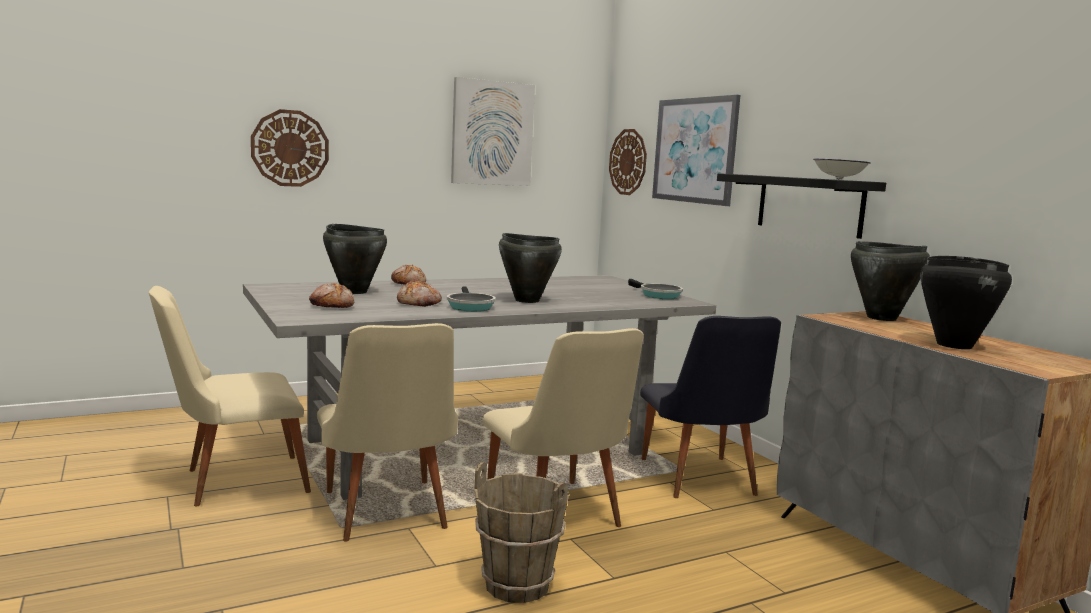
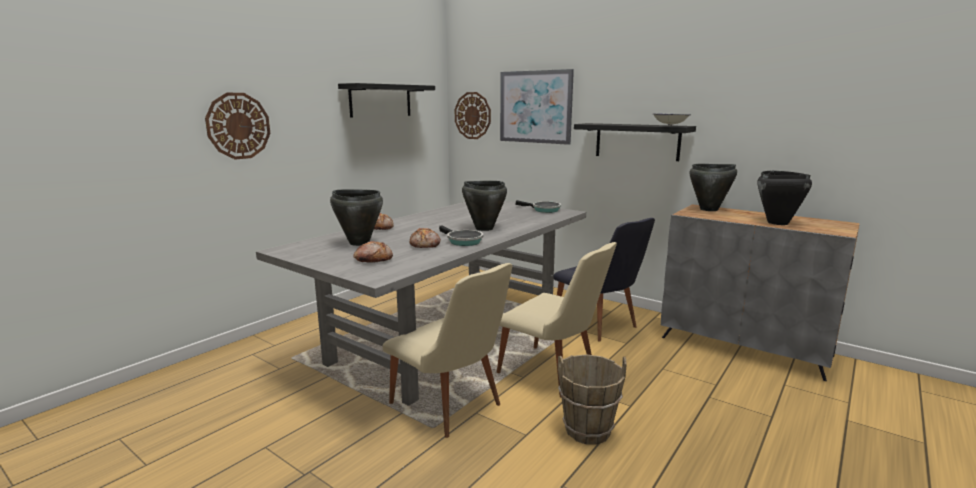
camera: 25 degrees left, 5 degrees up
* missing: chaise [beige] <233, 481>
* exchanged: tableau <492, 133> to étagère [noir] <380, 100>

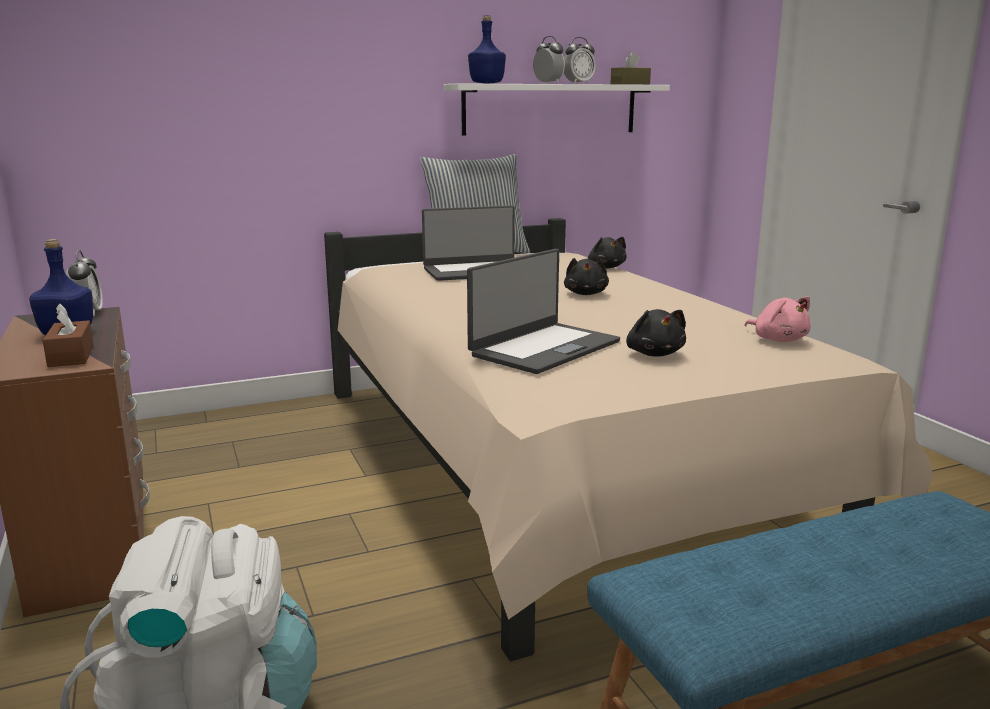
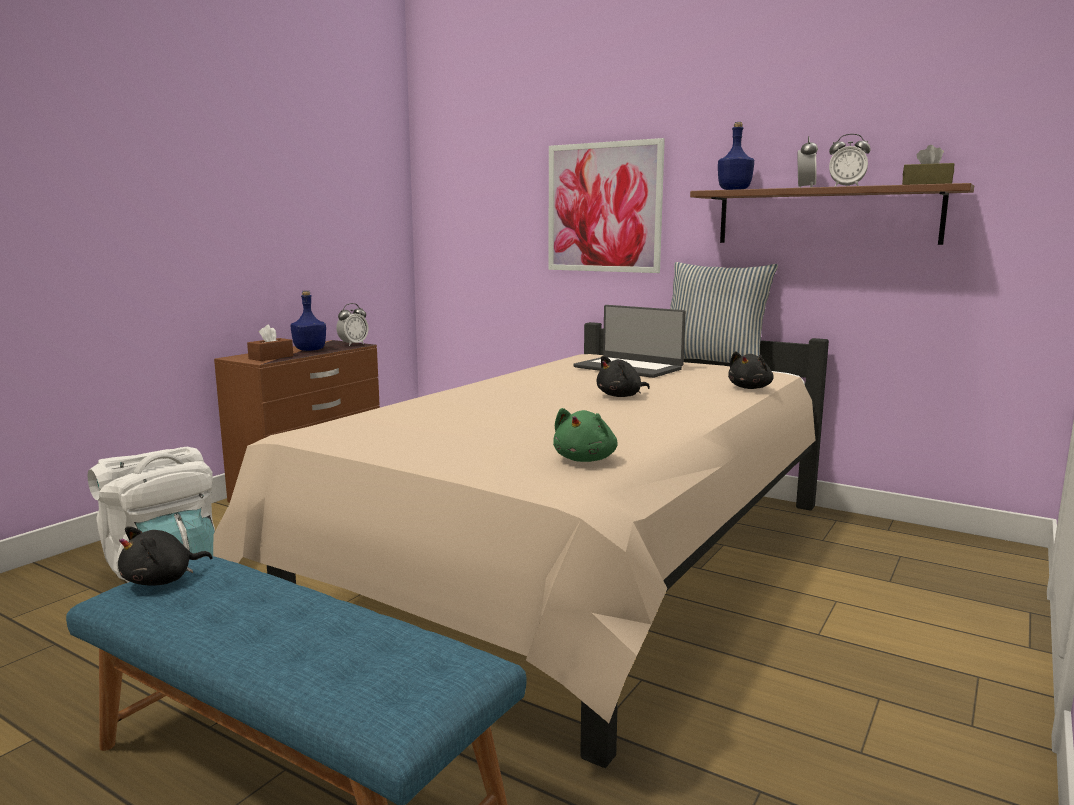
camera: 55 degrees right, 5 degrees down
* colour: étagère [blanc] <550, 109> to étagère [marron] <826, 216>
* missing: ordinateur portable <544, 348>
* relocated: peluche [noir] <654, 354> to <162, 580>
* colour: peluche [rose] <778, 340> to peluche [vert] <586, 459>
* appeared: tableau <604, 207>

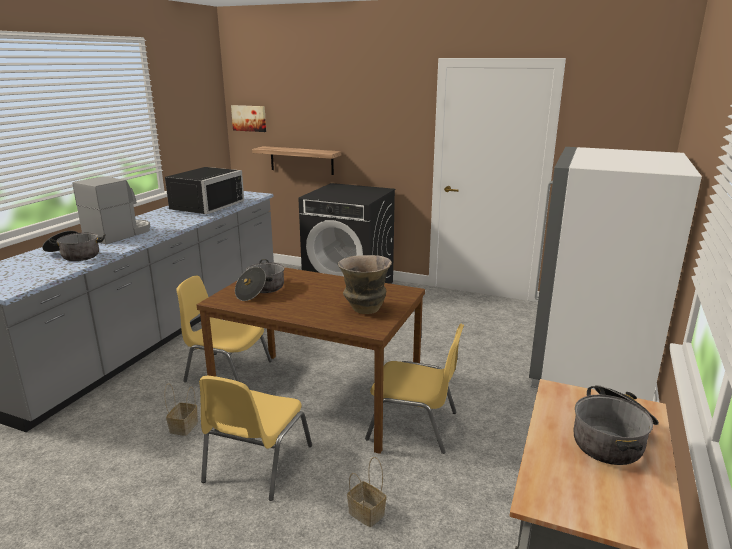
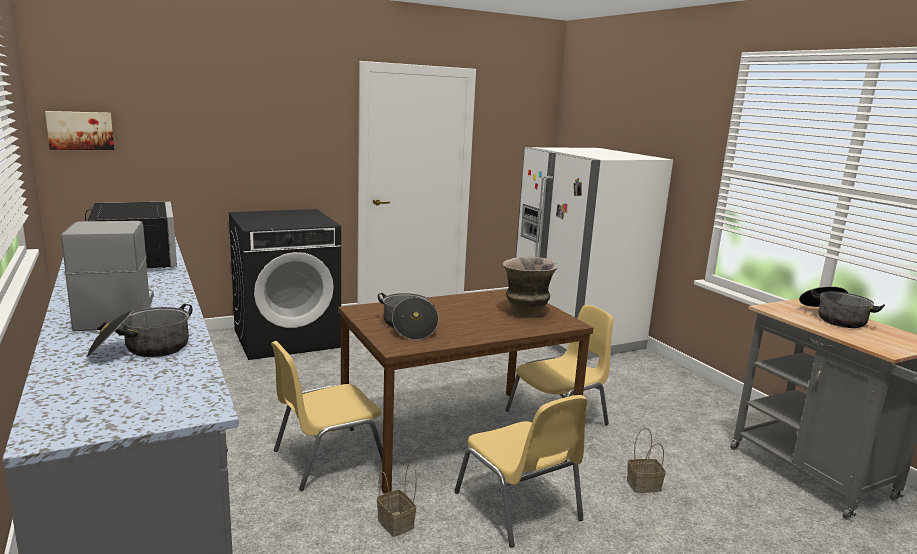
camera: 50 degrees left, 5 degrees down
* missing: étagère <301, 160>

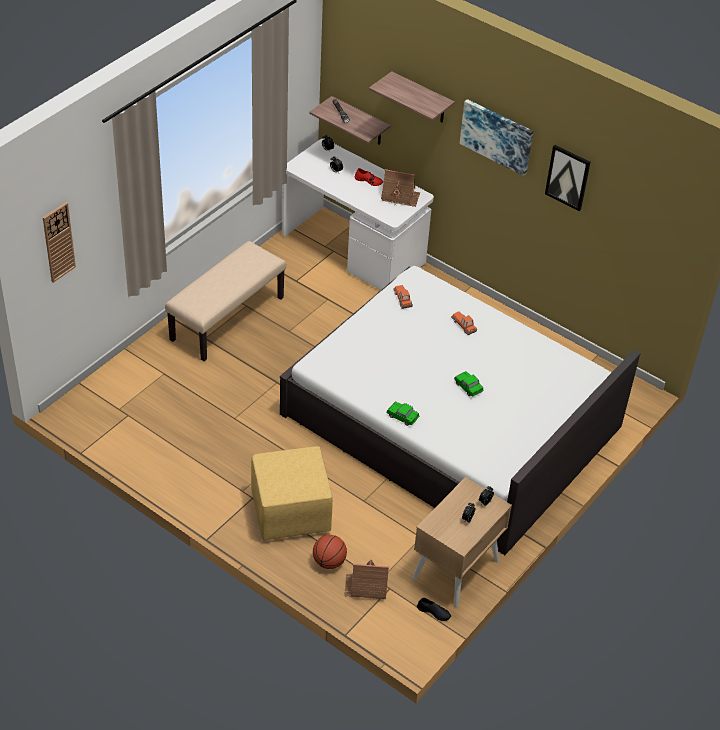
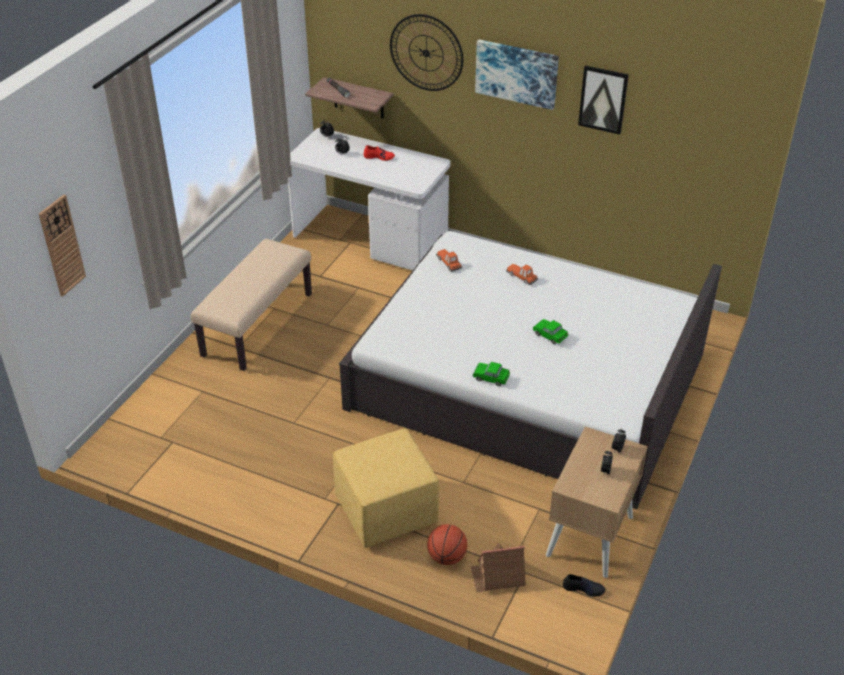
camera: 10 degrees left, 5 degrees down
* exchanged: étagère <421, 98> to horloge murale <426, 53>
* missing: maison miniature <400, 196>

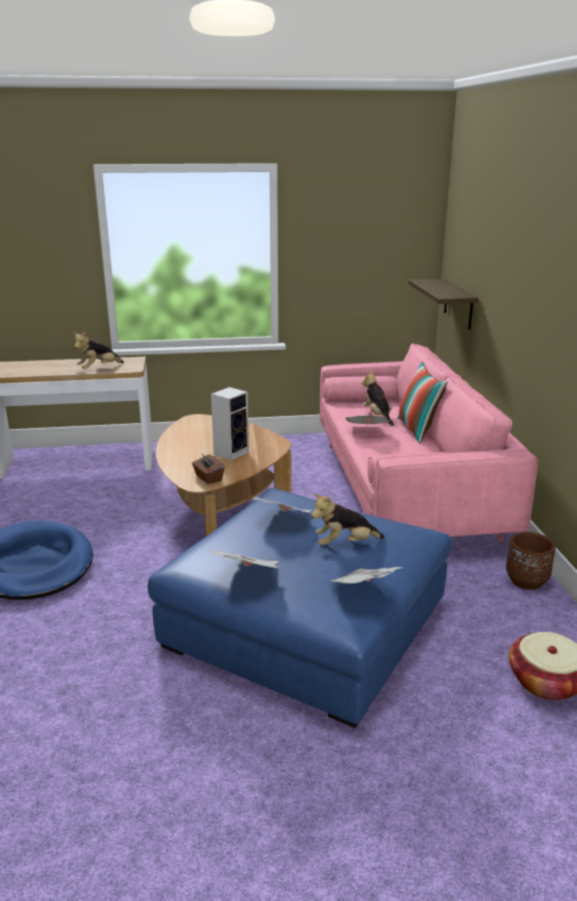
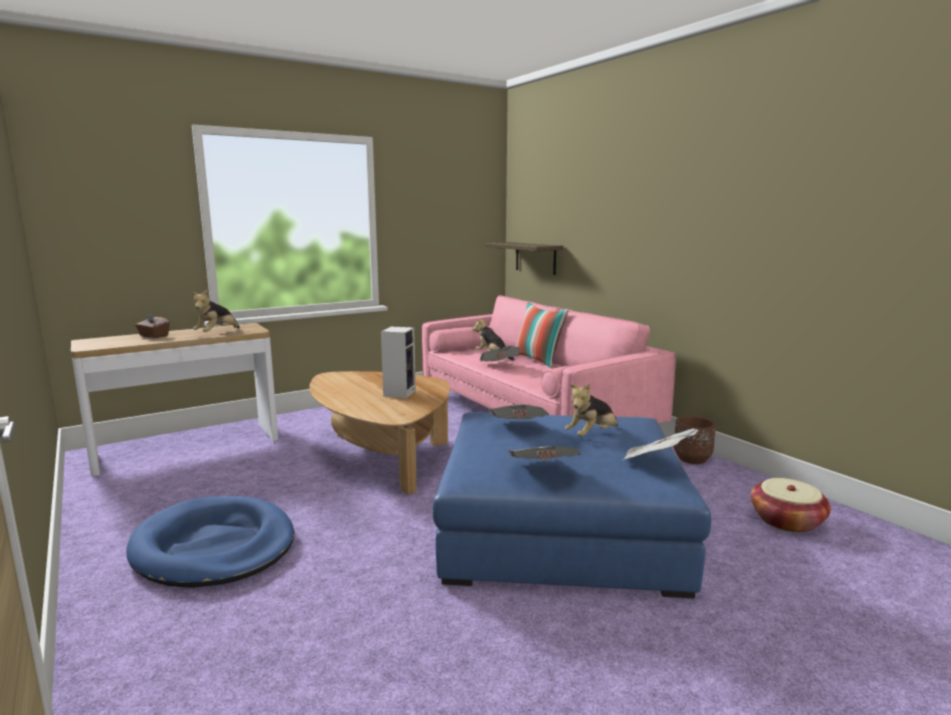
camera: 25 degrees left, 10 degrees down
* relocated: boîte à mouchoirs [marron] <208, 478> to <153, 336>

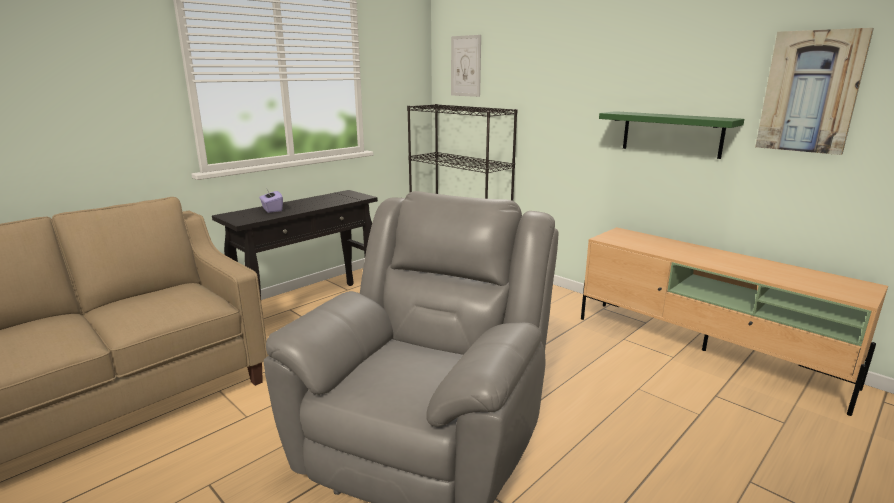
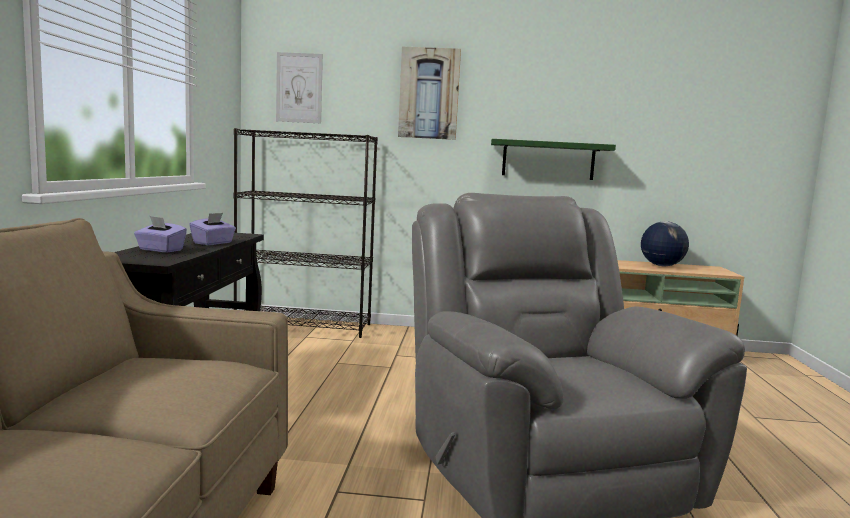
camera: 40 degrees left, 10 degrees down
* relocated: tableau <810, 92> to <429, 93>
* appeared: boîte à mouchoirs [violet] <213, 243>
* appeared: globe <661, 266>

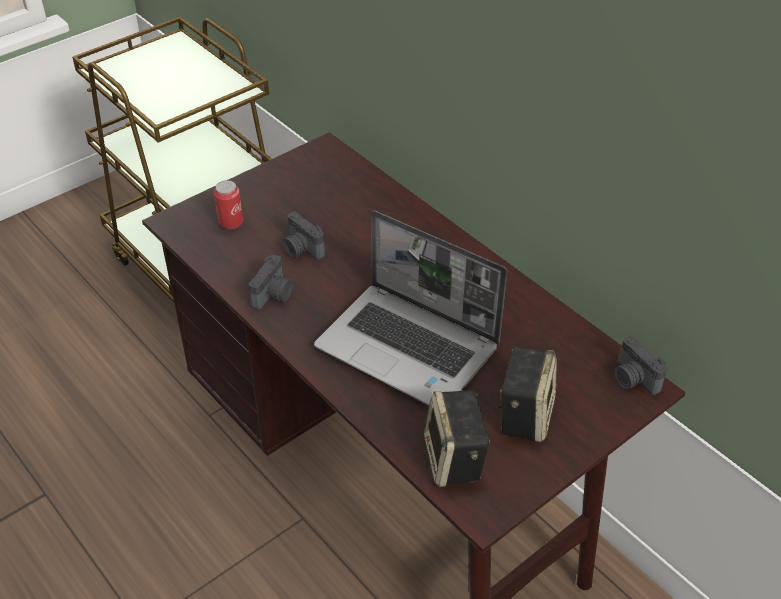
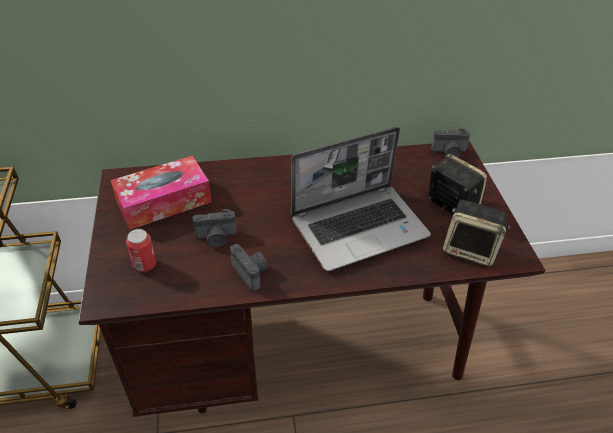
camera: 60 degrees left, 0 degrees up
* appeared: boîte à mouchoirs <164, 202>

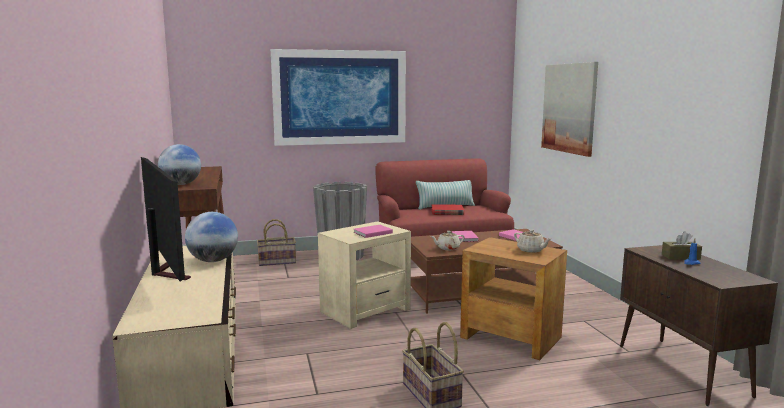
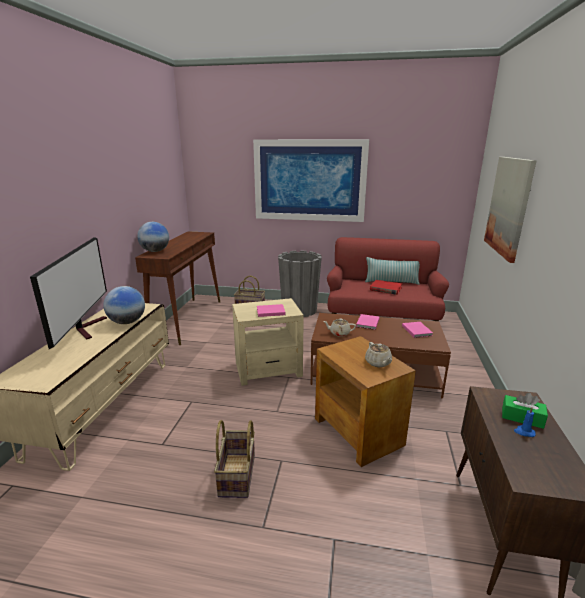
camera: 25 degrees right, 10 degrees up
* colour: boîte à mouchoirs [marron] <680, 257> to boîte à mouchoirs [vert] <522, 417>

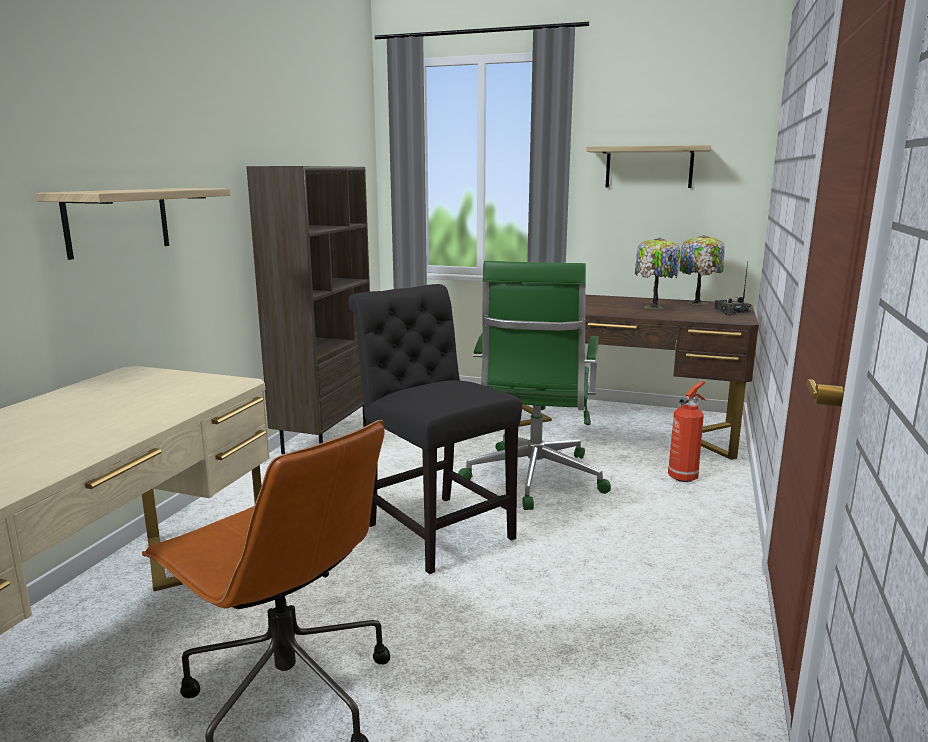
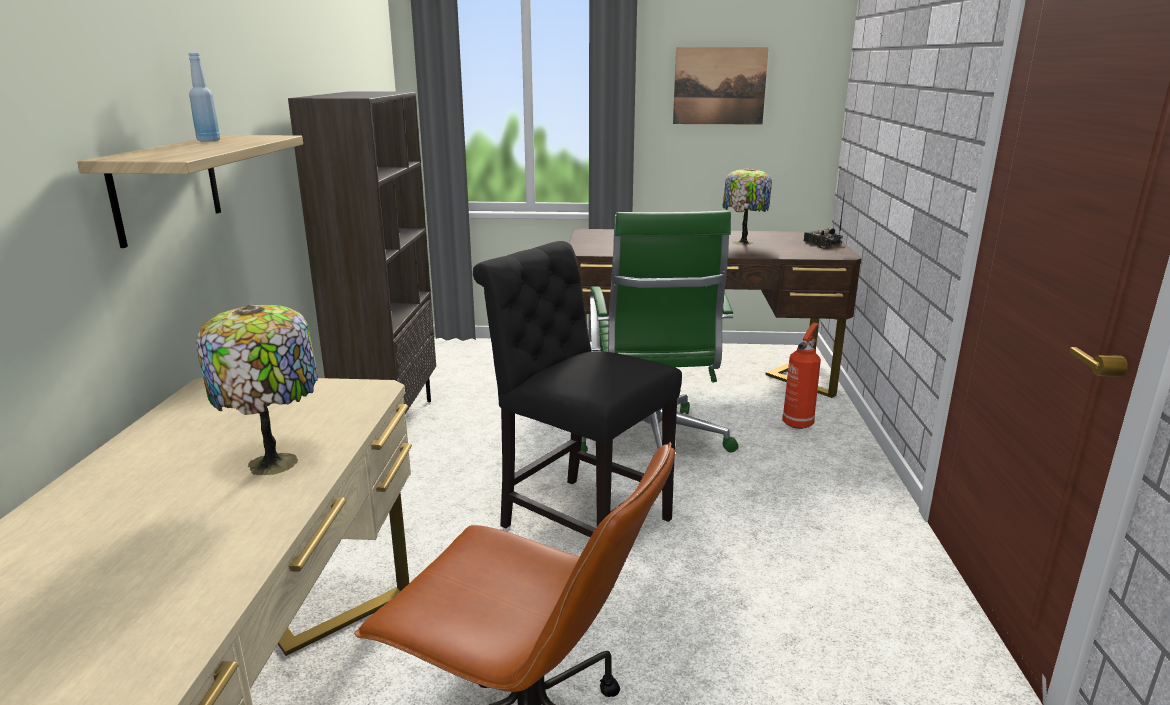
camera: 15 degrees left, 5 degrees up
* exchanged: étagère <649, 167> to tableau <719, 86>
* relocated: lampe de table <698, 302> to <276, 461>
* appeared: bouteille [bleu] <209, 140>

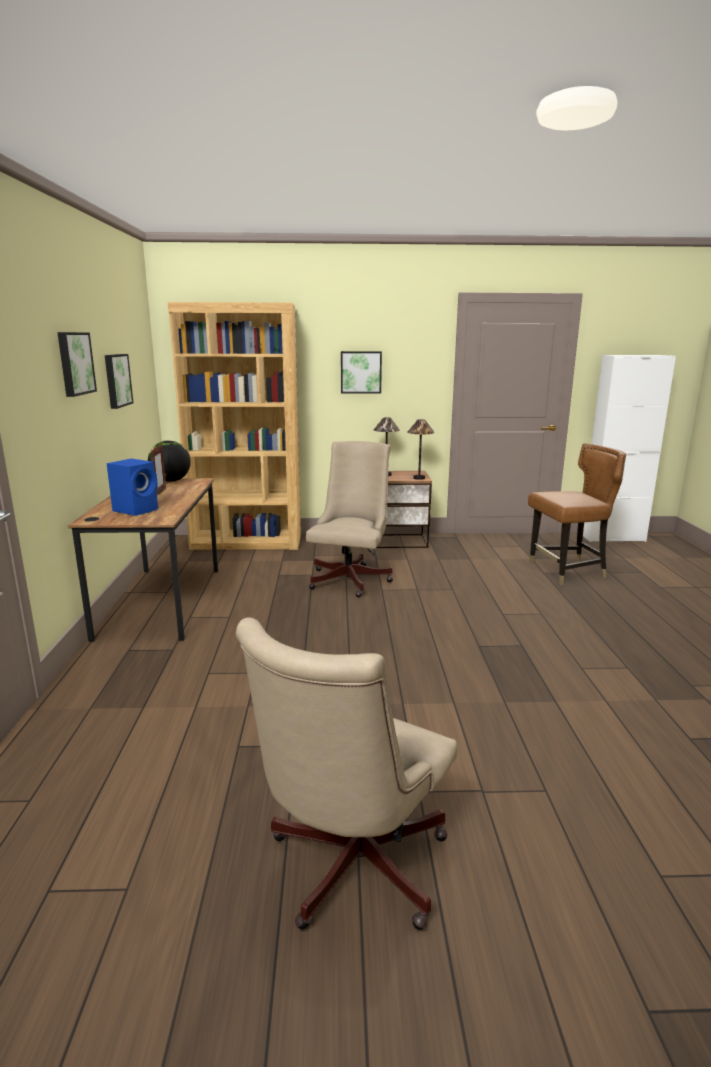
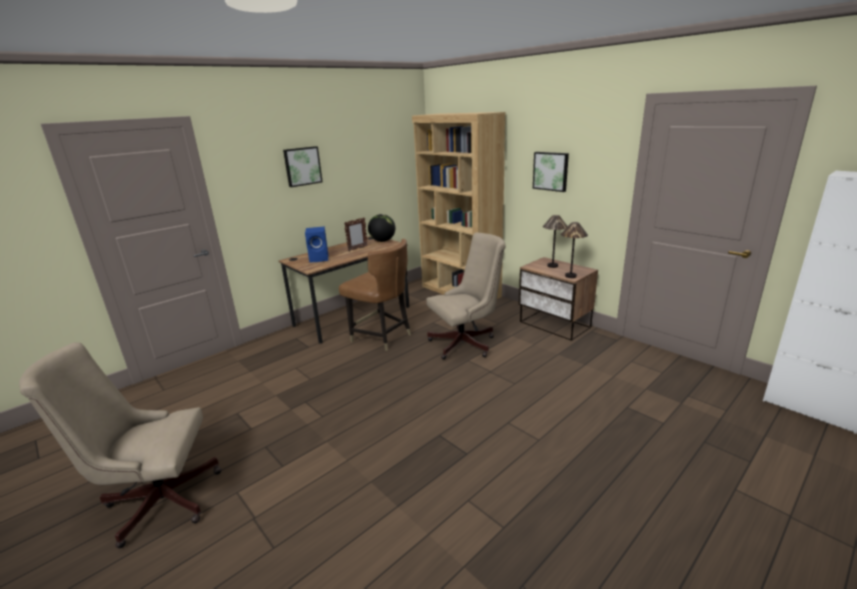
camera: 50 degrees right, 5 degrees up
* missing: tableau <116, 380>
* relocated: chaise [marron] <567, 572> to <382, 337>

